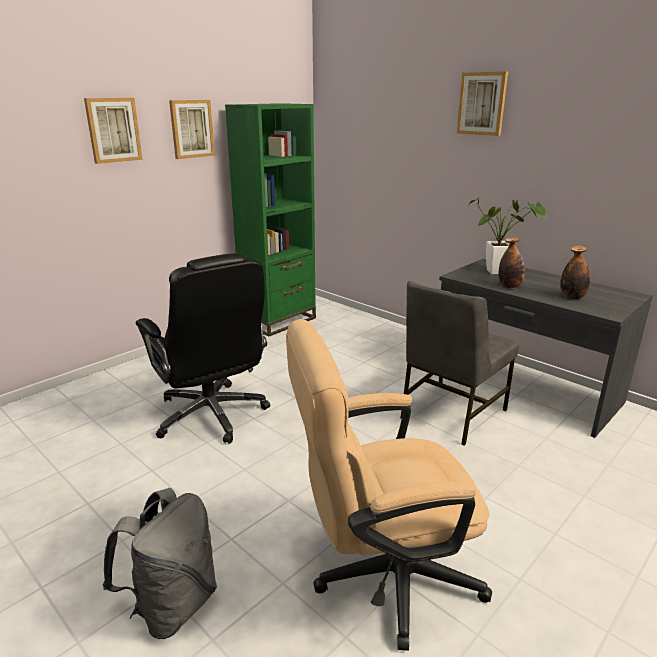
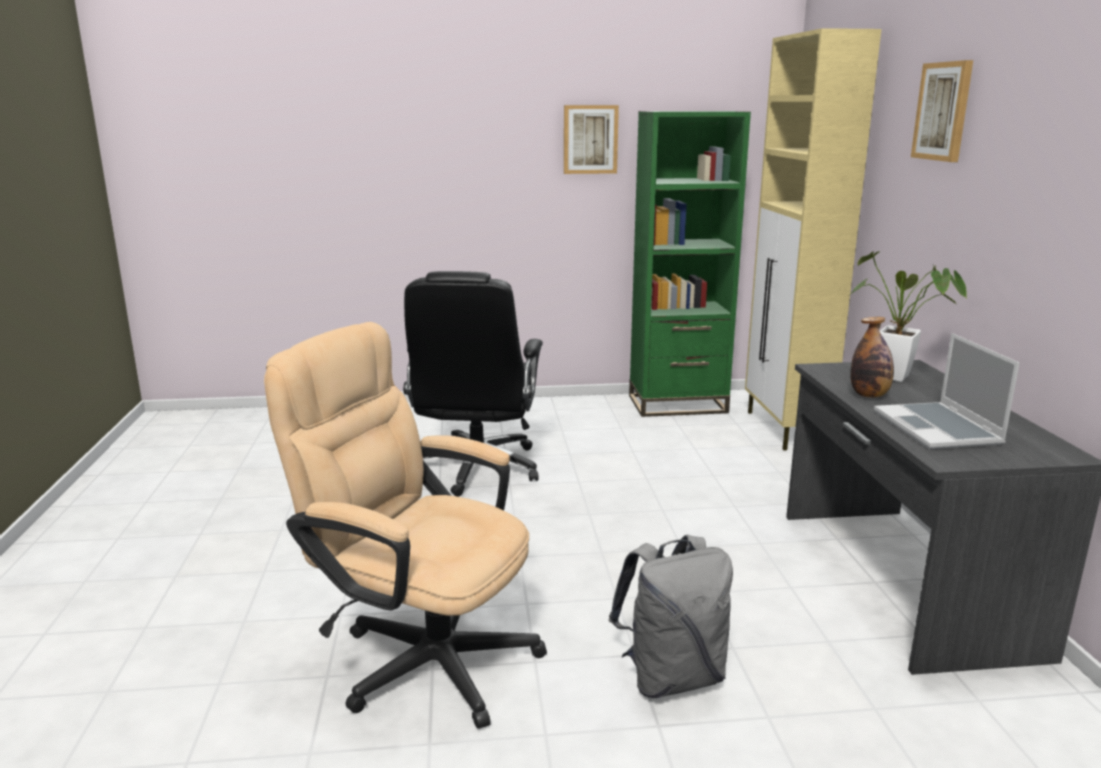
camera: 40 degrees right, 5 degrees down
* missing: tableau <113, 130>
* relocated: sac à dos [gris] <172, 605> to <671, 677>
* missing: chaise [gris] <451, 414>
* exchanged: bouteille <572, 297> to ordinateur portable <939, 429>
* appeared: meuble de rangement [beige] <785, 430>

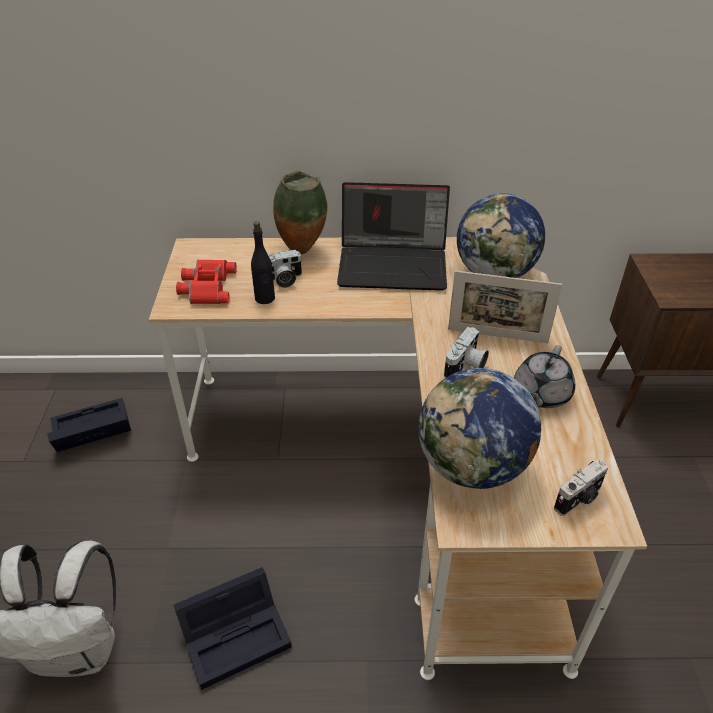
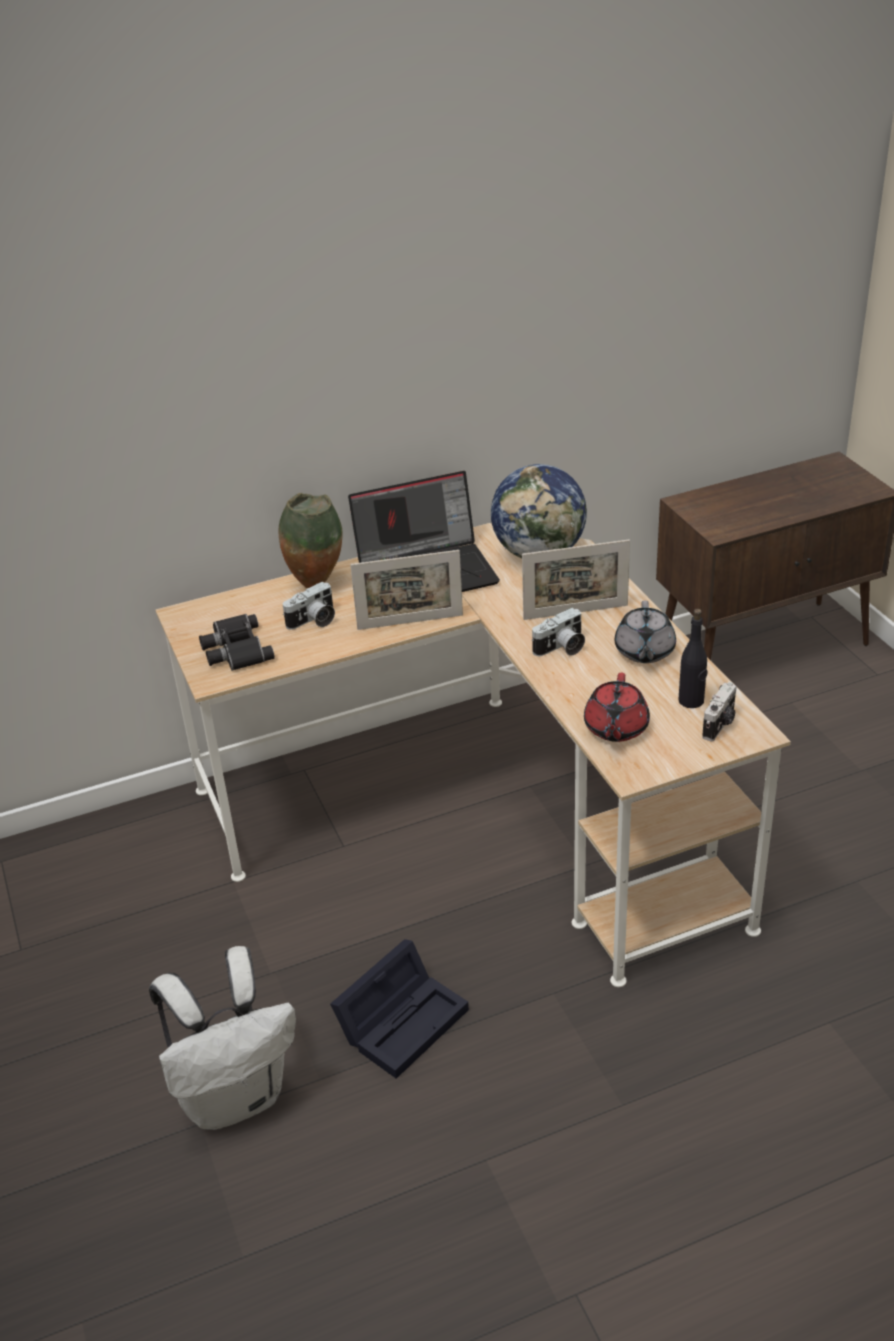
camera: 20 degrees left, 5 degrees down
* missing: boîte de rangement [noir] <90, 433>
* colour: jumelles [rouge] <206, 286> to jumelles [noir] <235, 649>
* relocated: bouteille [noir] <265, 298> to <691, 701>
* exchanged: globe <472, 466> to théière [rouge] <615, 728>
* spun: appareil photo <466, 366> = <561, 648> 45 degrees clockwise
* appeared: cadre photo <410, 622>

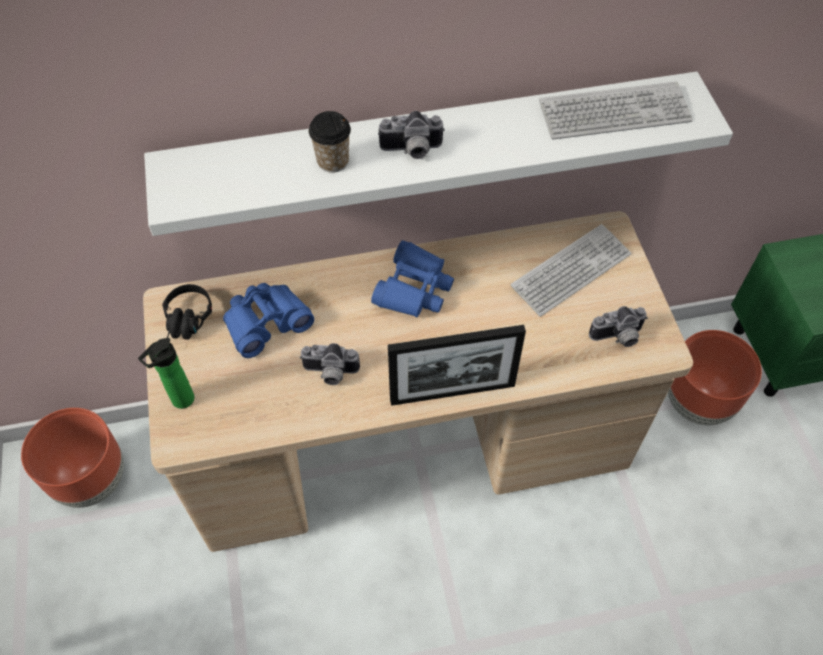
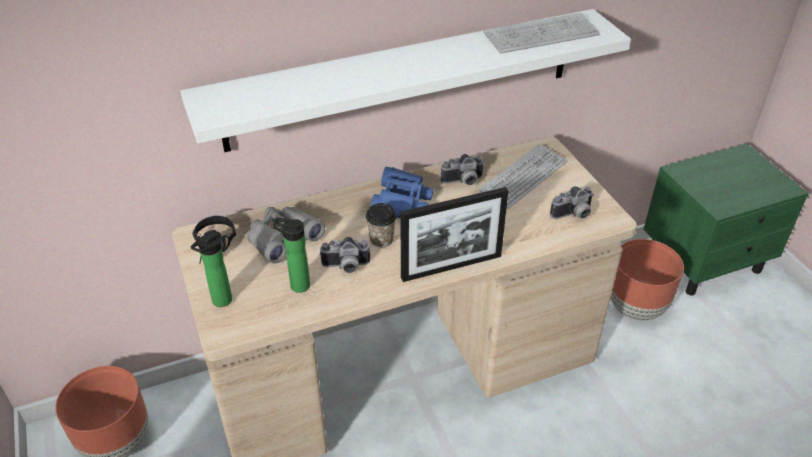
camera: 10 degrees left, 15 degrees down
* colour: jumelles [bleu] <266, 323> to jumelles [gris] <283, 239>
* relocated: tasse <333, 161> to <381, 240>
* relocated: appareil photo <411, 151> to <463, 181>
* appeared: bouteille <297, 285>

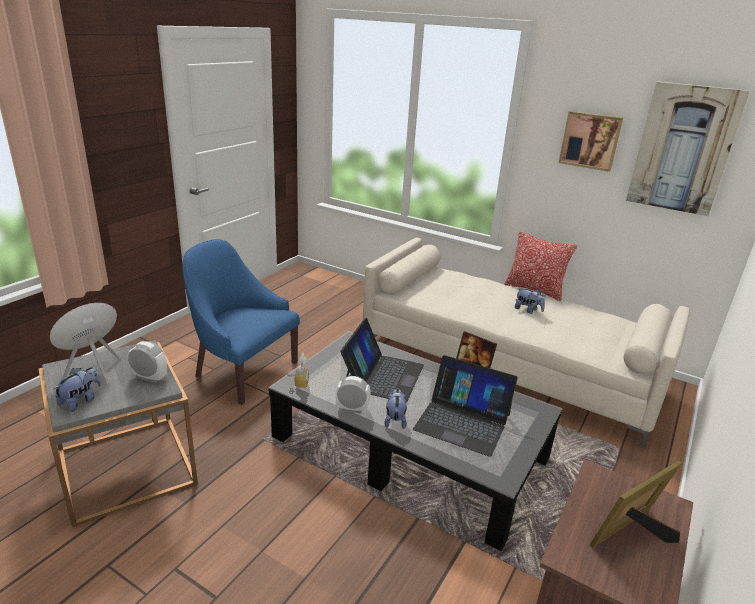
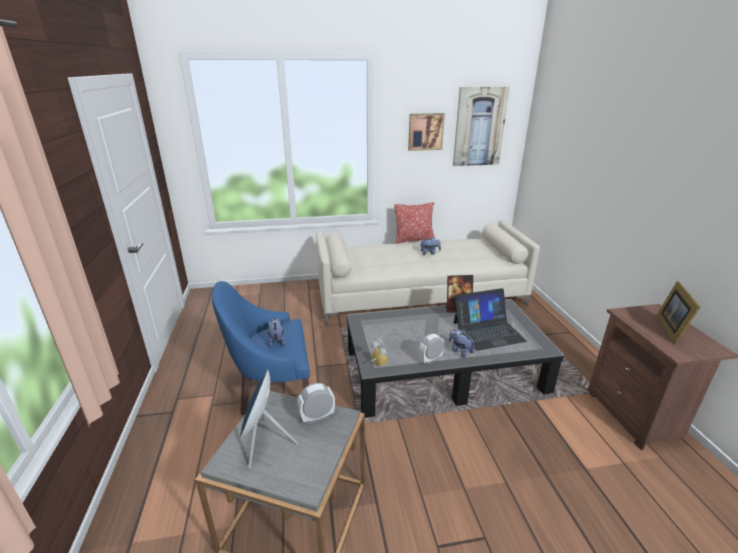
camera: 40 degrees left, 0 degrees up
* relocated: peluche <81, 401> to <277, 341>
* missing: ordinateur portable <383, 375>

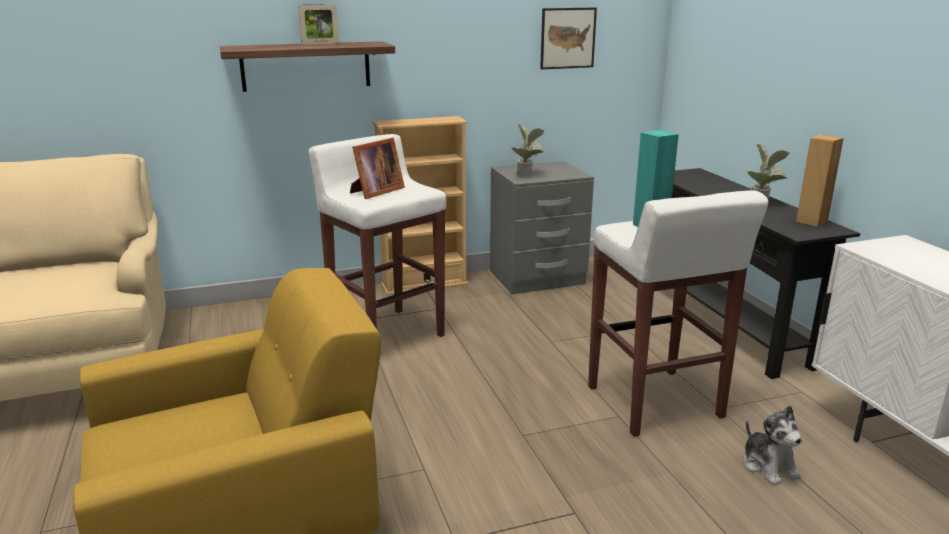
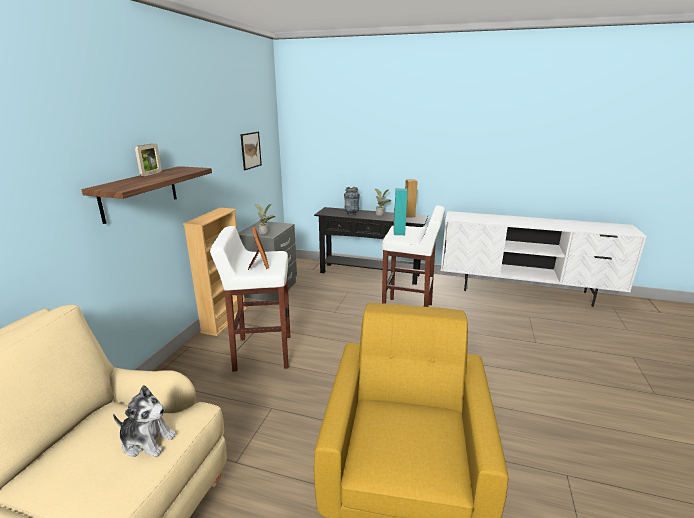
camera: 55 degrees left, 0 degrees up
* relocated: peluche <769, 466> to <147, 440>
* appeared: vase <351, 213>

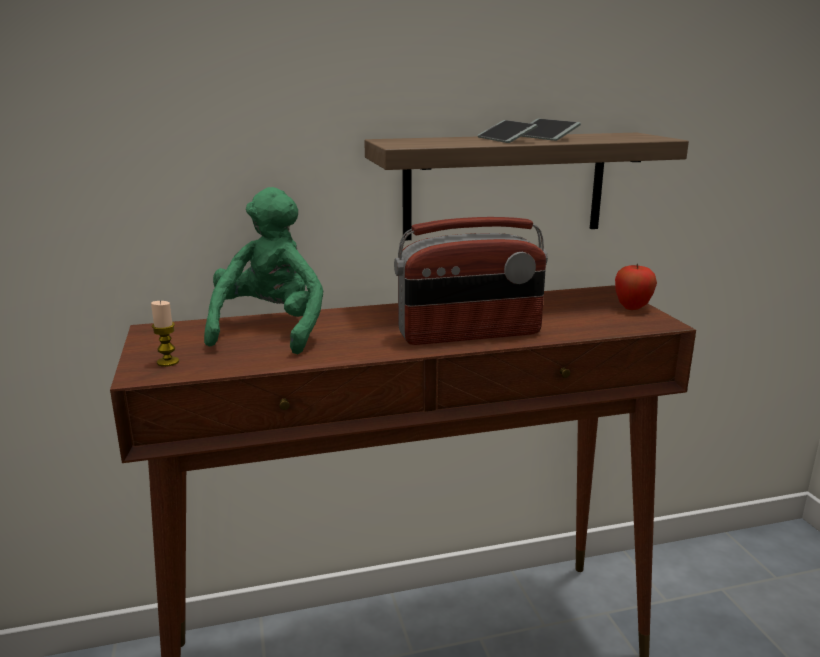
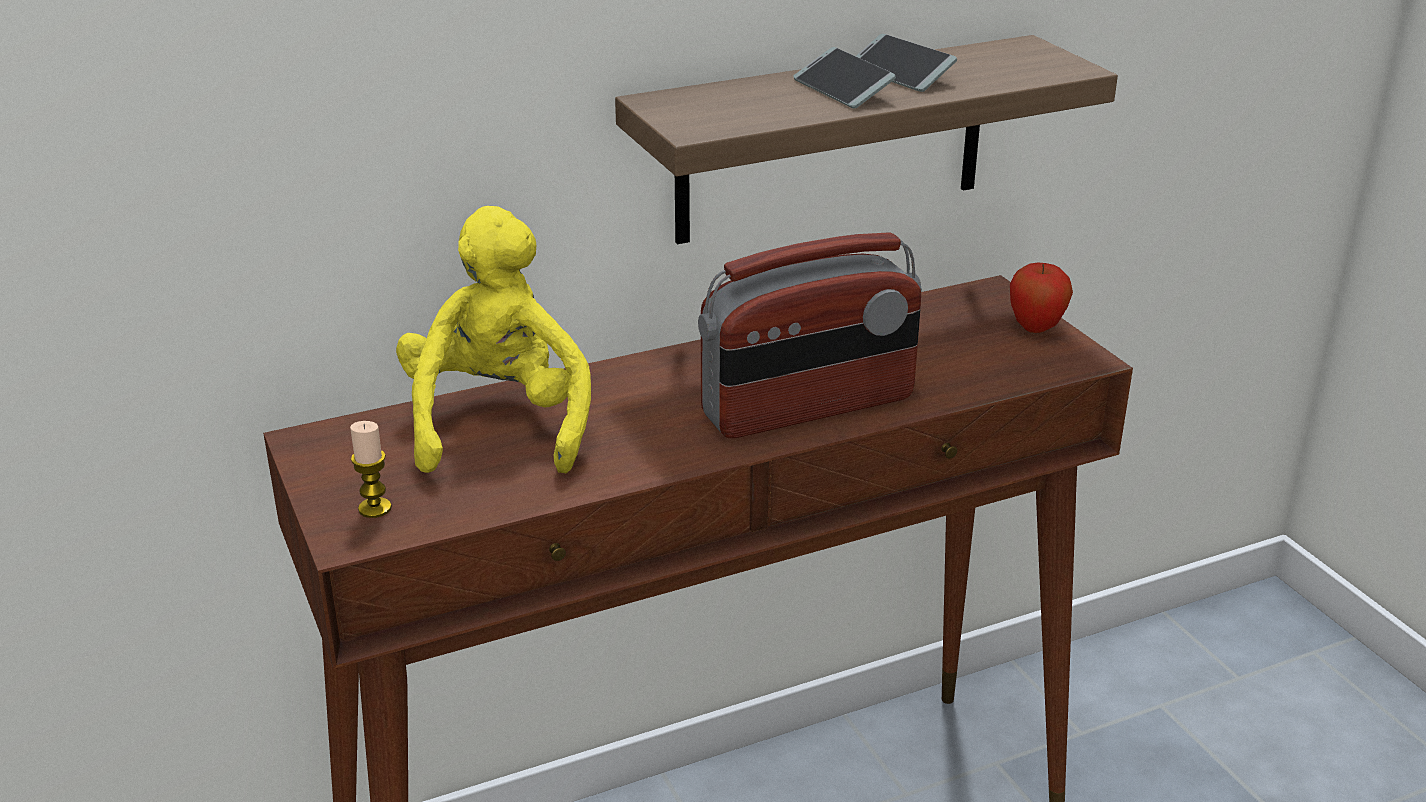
camera: 10 degrees left, 10 degrees up
* colour: peluche [vert] <270, 329> to peluche [jaune] <498, 424>

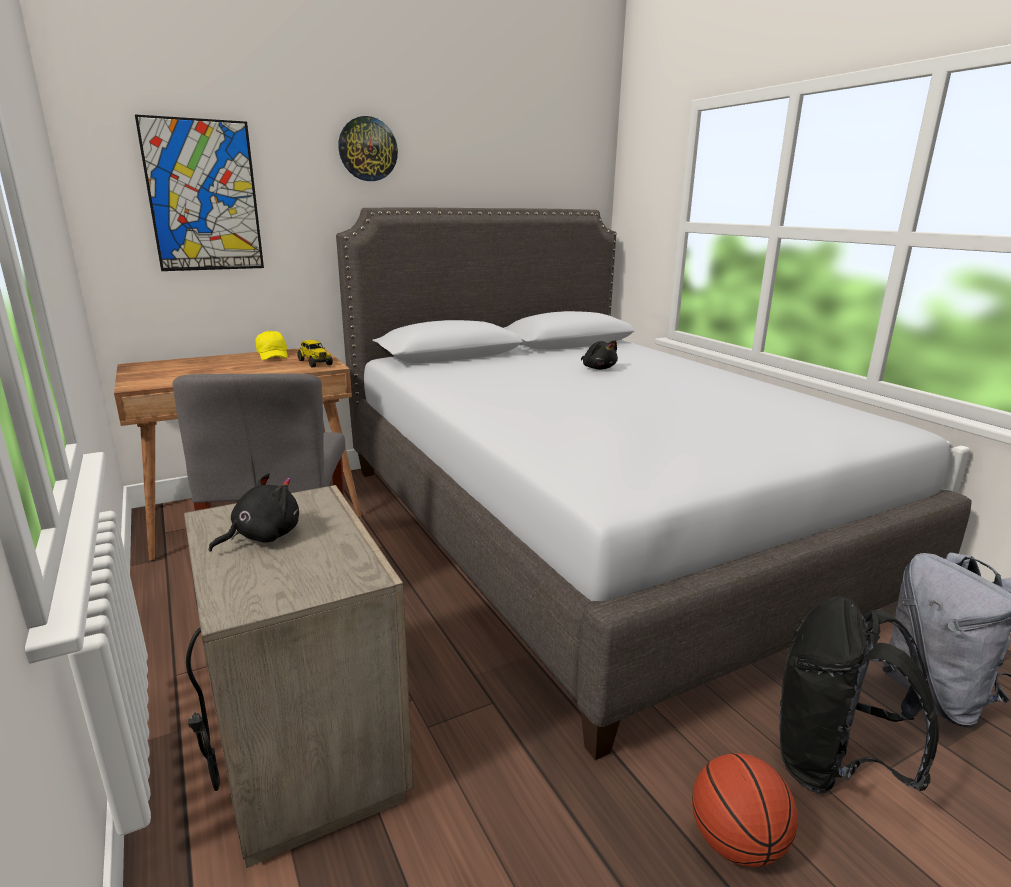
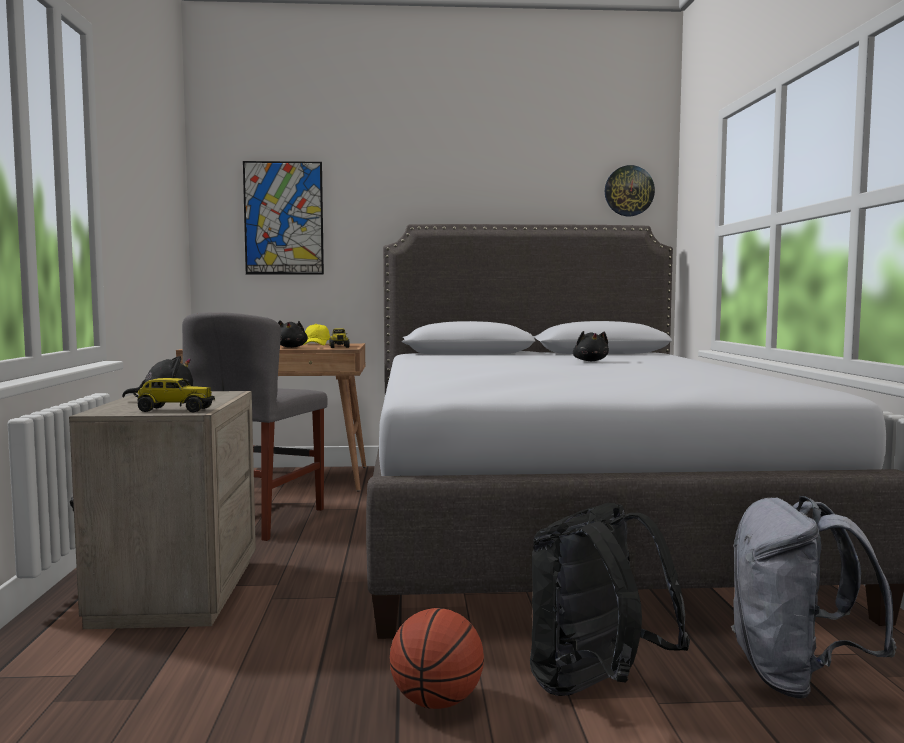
camera: 25 degrees right, 15 degrees down
* relocated: horloge murale <367, 149> to <629, 191>
* appeared: camion jouet <174, 410>
* appeared: peluche [noir] <291, 347>

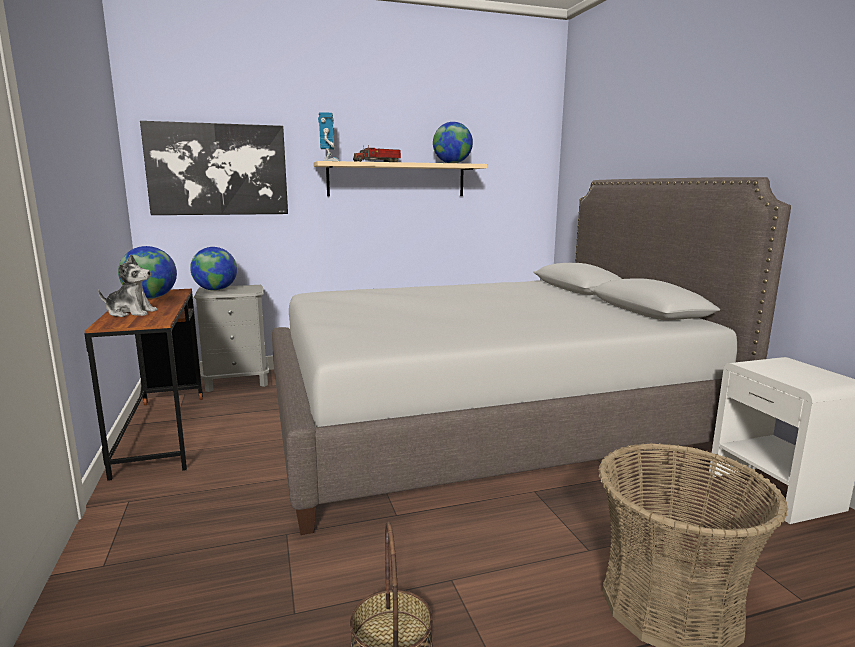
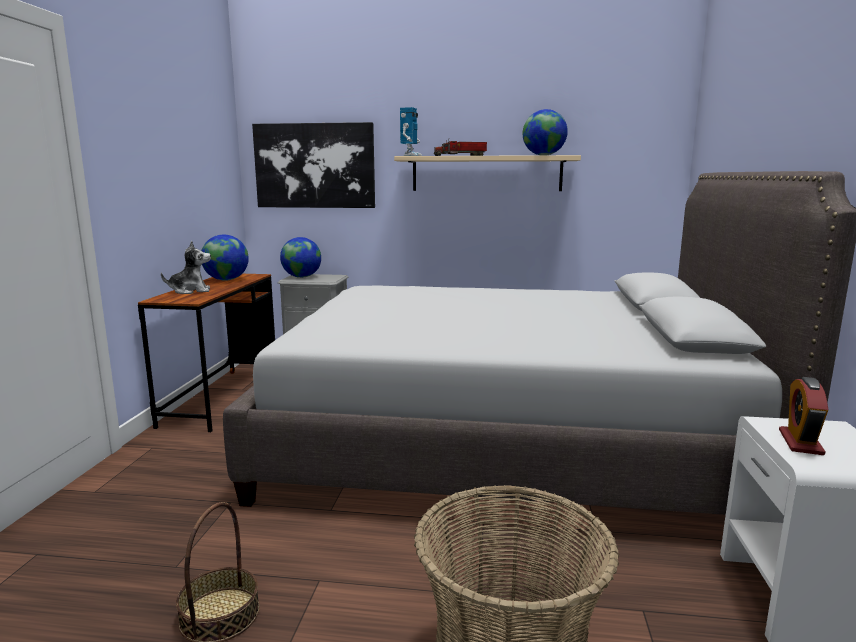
camera: 25 degrees right, 0 degrees up
* spun: peluche <131, 313> = <190, 291> 45 degrees counterclockwise
* appeared: réveil <800, 442>

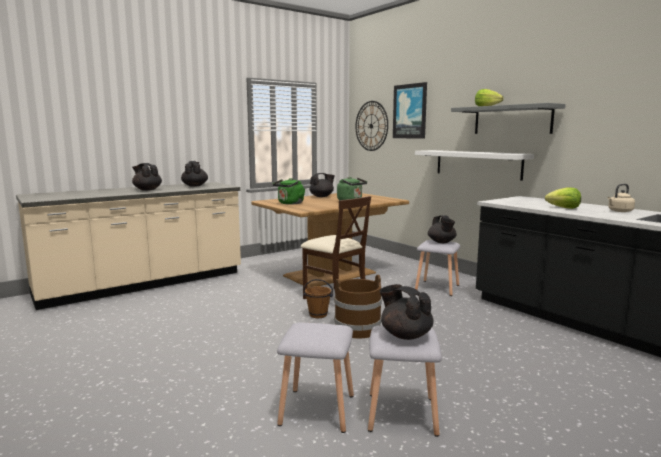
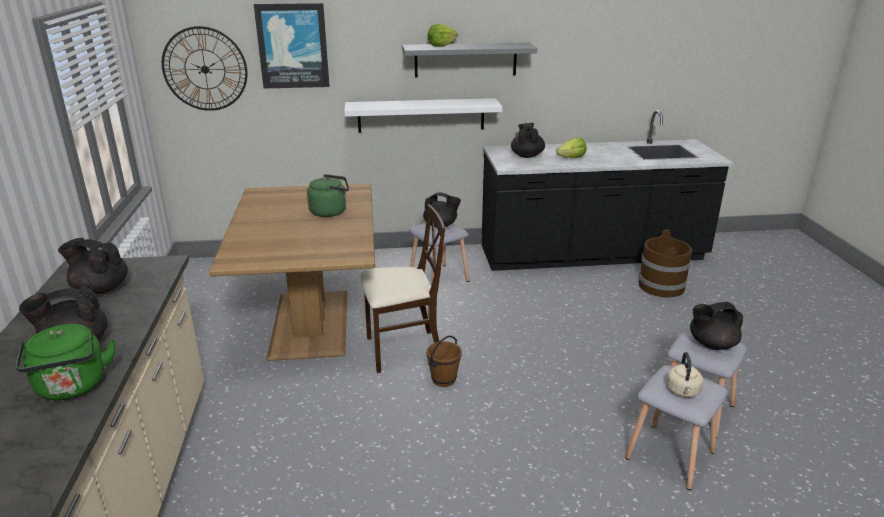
camera: 60 degrees left, 15 degrees up
* relocated: bouilloire [vert] <290, 203> to <73, 388>
* relocated: théière [noir] <322, 196> to <527, 156>
* relocated: seau [marron] <357, 329> to <661, 286>
* relocated: bouilloire [beige] <619, 211> to <683, 392>

